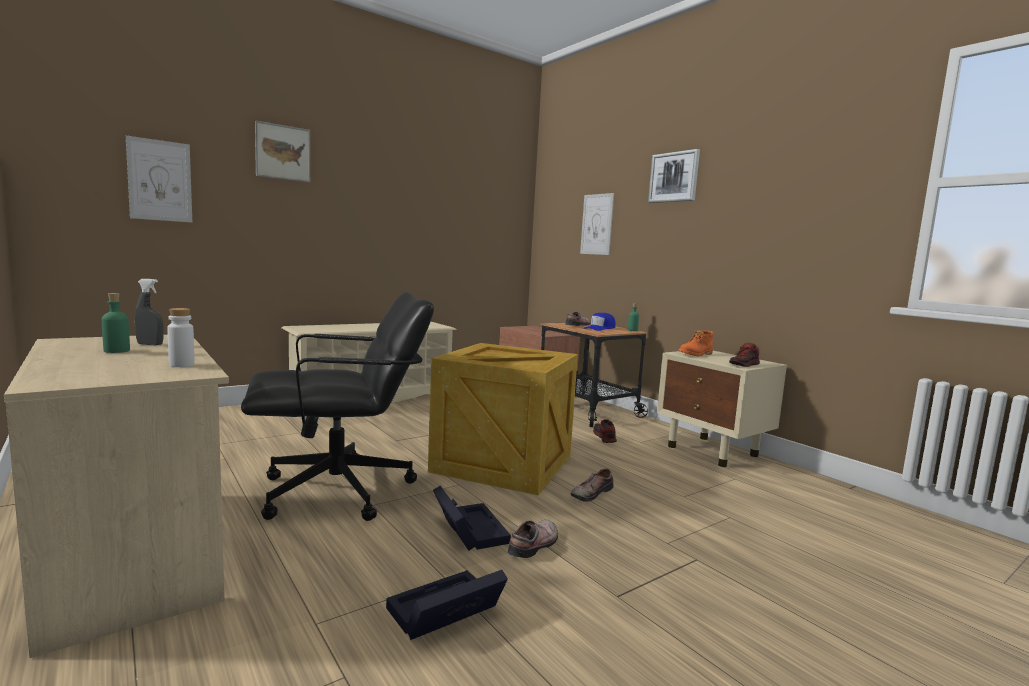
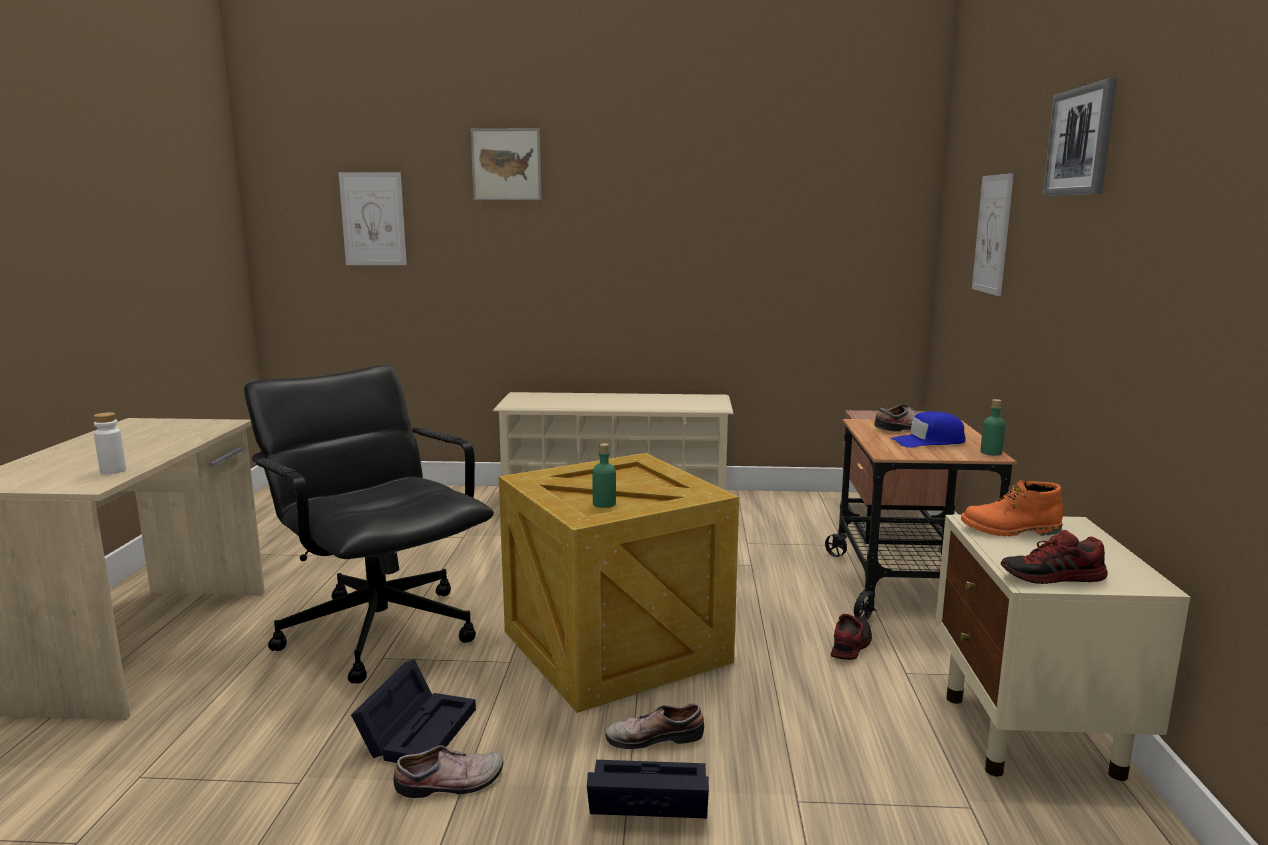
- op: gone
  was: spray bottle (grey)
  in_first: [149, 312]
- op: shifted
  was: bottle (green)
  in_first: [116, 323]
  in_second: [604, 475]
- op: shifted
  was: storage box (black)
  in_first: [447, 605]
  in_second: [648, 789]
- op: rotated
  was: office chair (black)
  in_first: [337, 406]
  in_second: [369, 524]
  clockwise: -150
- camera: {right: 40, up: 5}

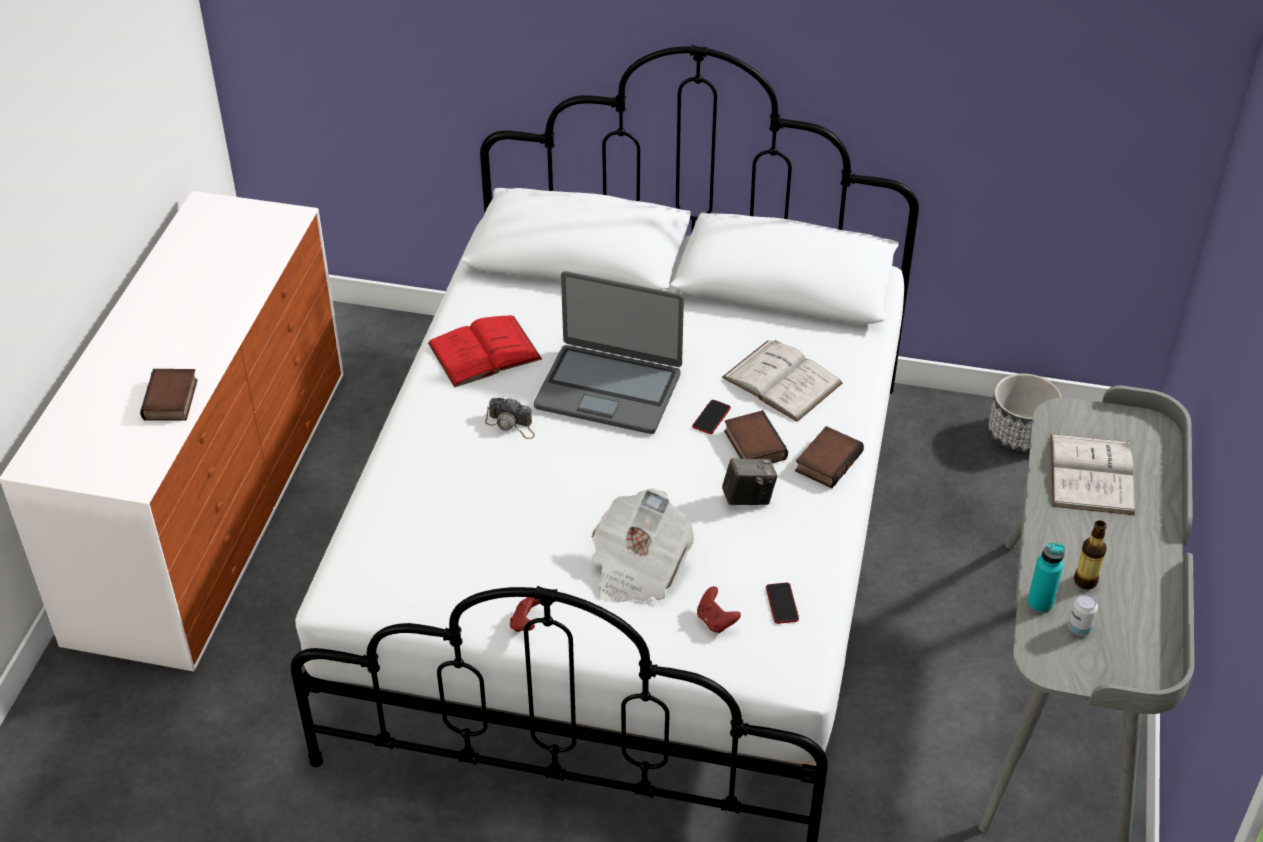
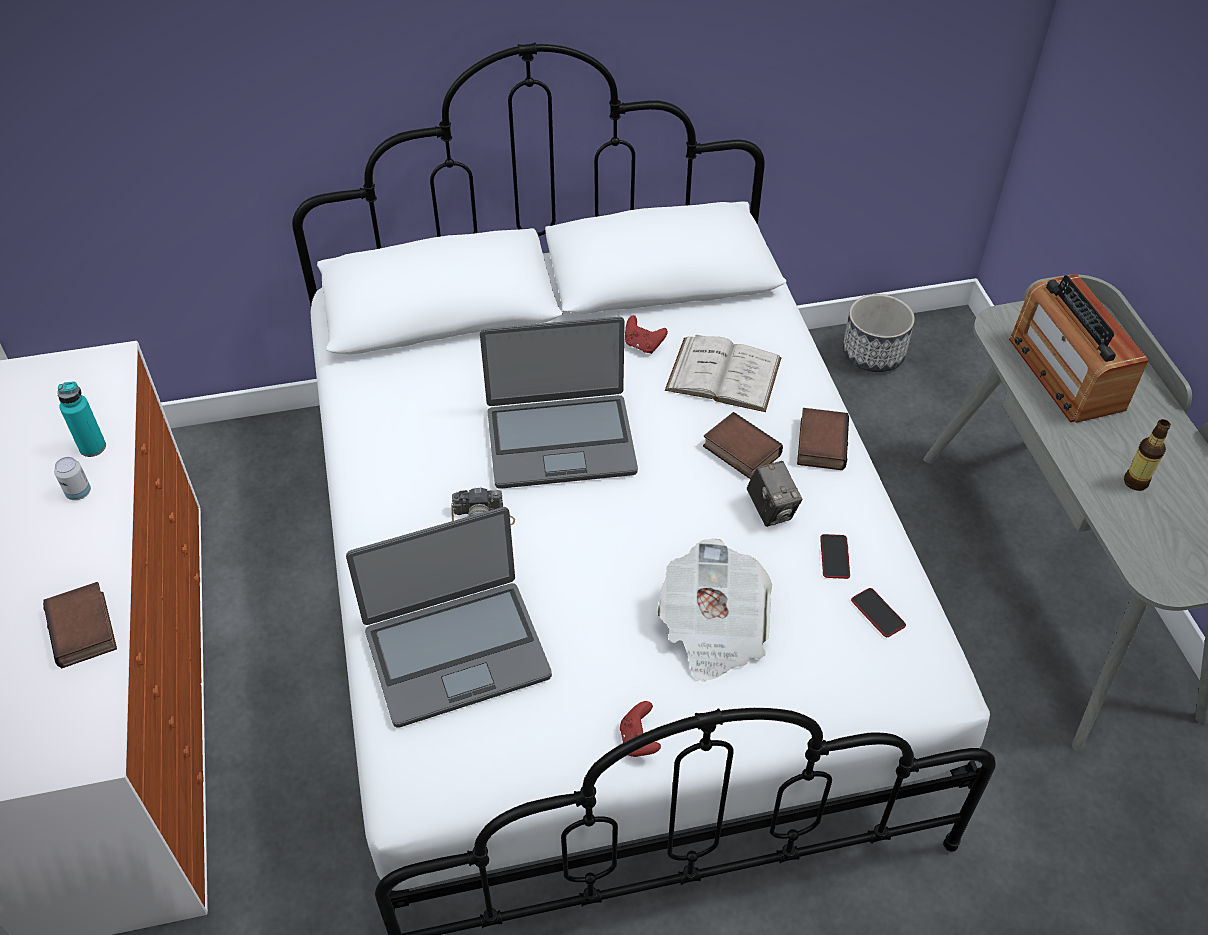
- op: gone
  was: book (red)
  in_first: [485, 351]
- op: new
  now: laptop
  in_second: [449, 617]
- op: shifted
  was: phone
  in_first: [711, 417]
  in_second: [835, 556]
- op: shifted
  was: game controller (red)
  in_first: [719, 609]
  in_second: [646, 334]
- op: shifted
  was: bottle (turquoise)
  in_first: [1046, 578]
  in_second: [81, 419]
- op: shifted
  was: can
  in_first: [1083, 615]
  in_second: [72, 478]
- op: swapped
  was: book (white)
  now: radio
  in_first: [1092, 474]
  in_second: [1079, 348]
- op: rotated
  was: photo camera
  in_first: [749, 481]
  in_second: [774, 494]
  clockwise: 105
- camera: {right: -25, up: 5}

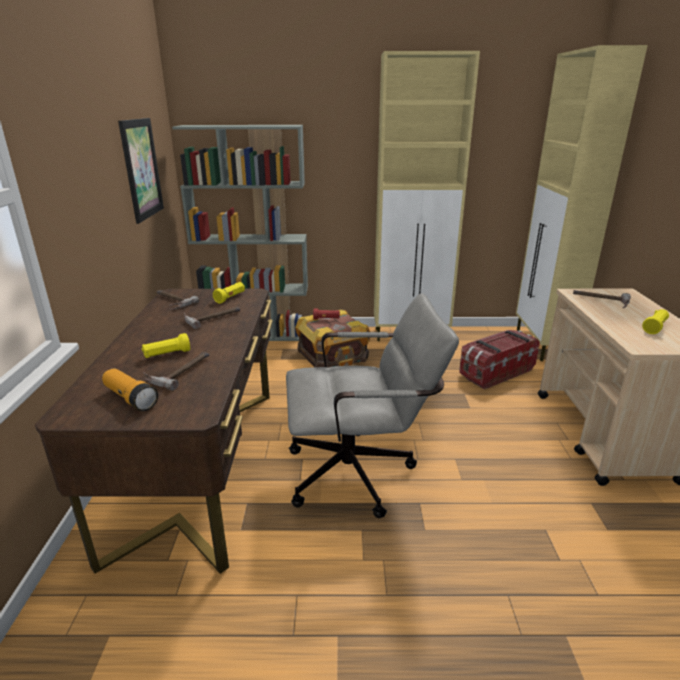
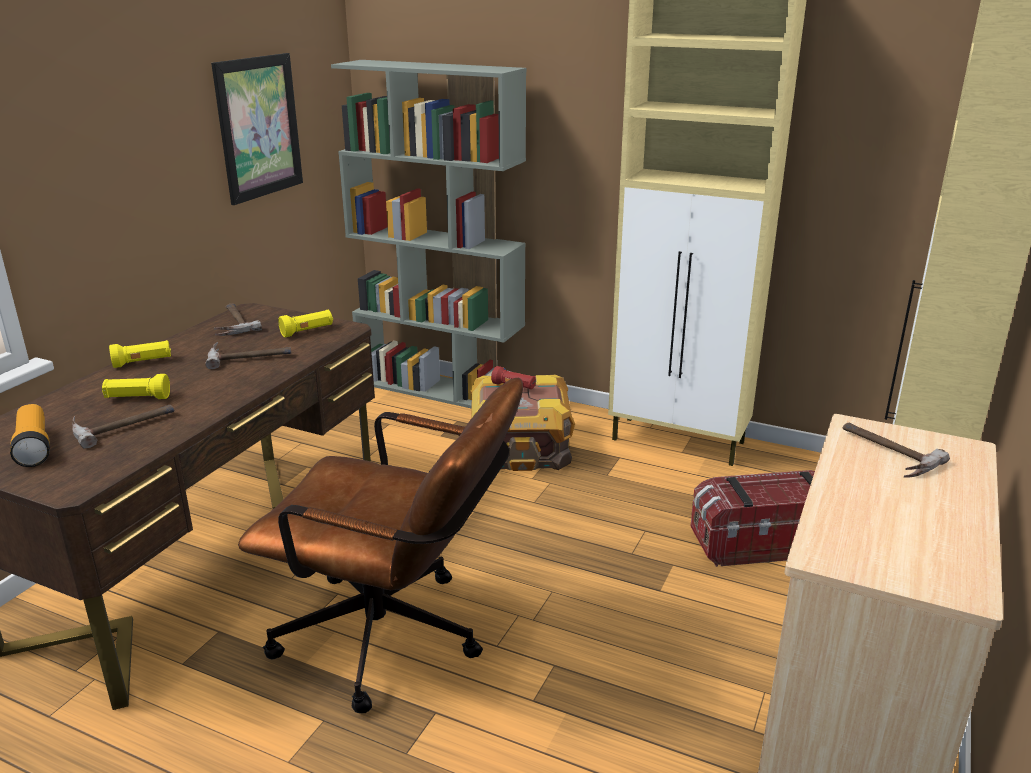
- op: shifted
  was: flashlight (yellow)
  in_first: [655, 321]
  in_second: [140, 354]
- op: repainted
  was: office chair (grey)
  now: office chair (brown)
  in_first: [372, 405]
  in_second: [380, 545]
- camera: {right: 25, up: 0}

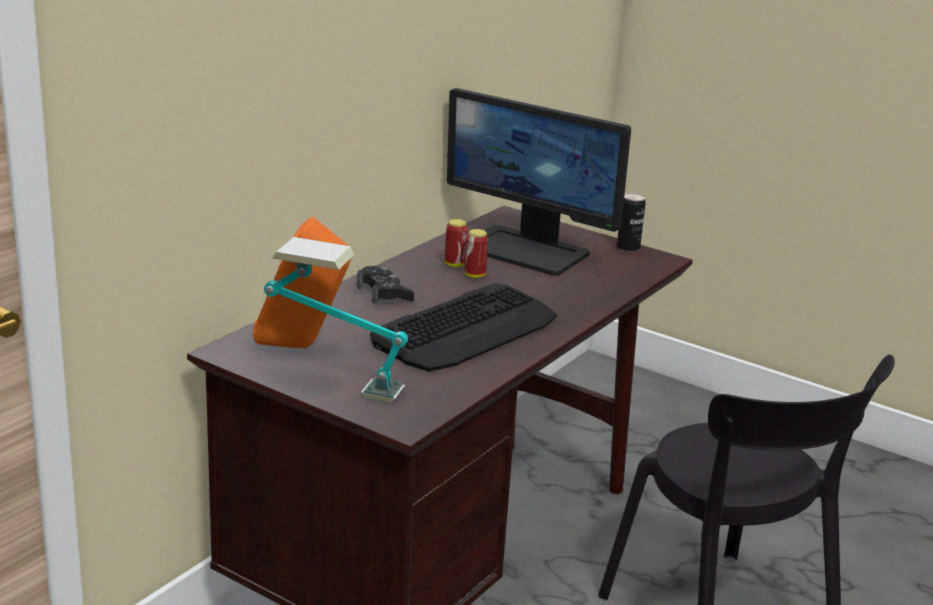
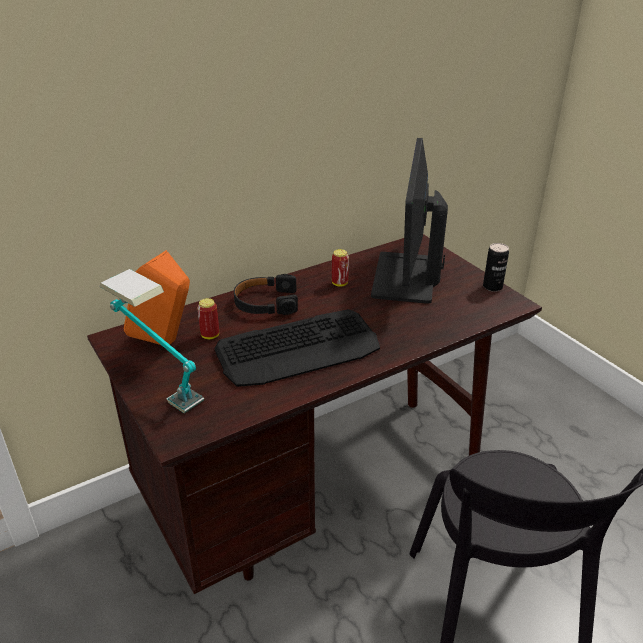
- op: shifted
  was: can
  in_first: [477, 253]
  in_second: [208, 318]
- op: swapped
  was: game controller (black)
  now: headphones (black)
  in_first: [385, 285]
  in_second: [266, 294]
- op: rotated
  was: monitor
  in_first: [539, 182]
  in_second: [409, 221]
  clockwise: 45
- camera: {right: 25, up: 10}

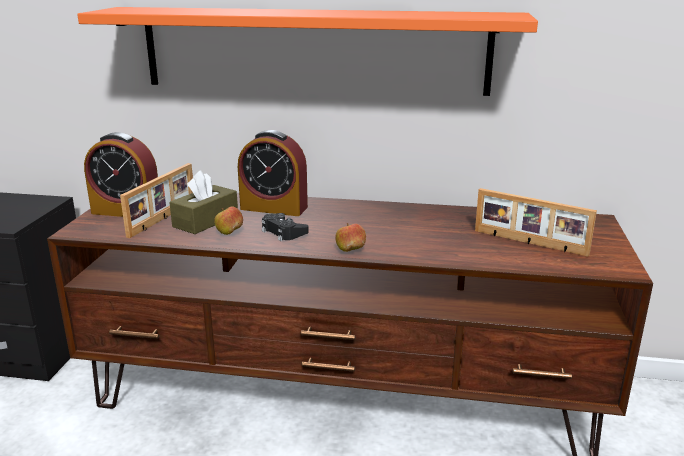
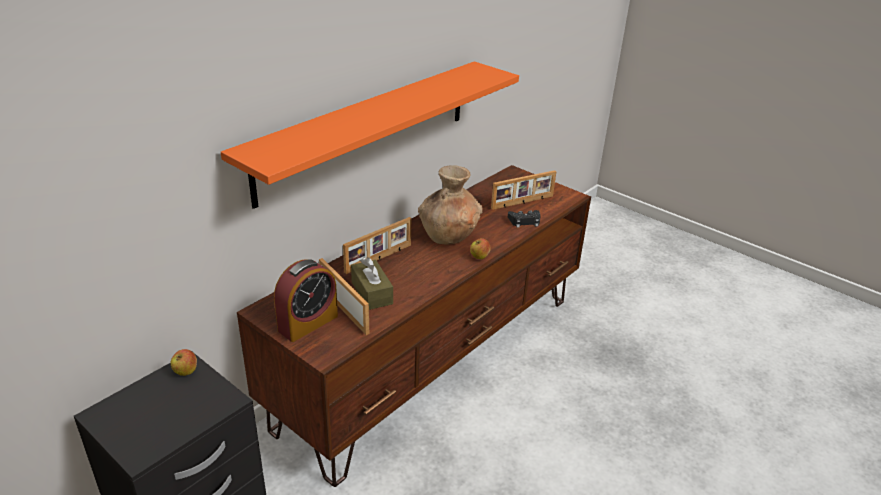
- op: new
  now: vase (brown)
  in_second: [450, 204]
- op: shifted
  was: apple
  in_first: [228, 220]
  in_second: [184, 362]
- op: shifted
  was: game controller (black)
  in_first: [285, 227]
  in_second: [524, 219]
- op: swapped
  was: alarm clock
  now: picture frame
  in_first: [273, 173]
  in_second: [377, 245]
- camera: {right: -60, up: 10}

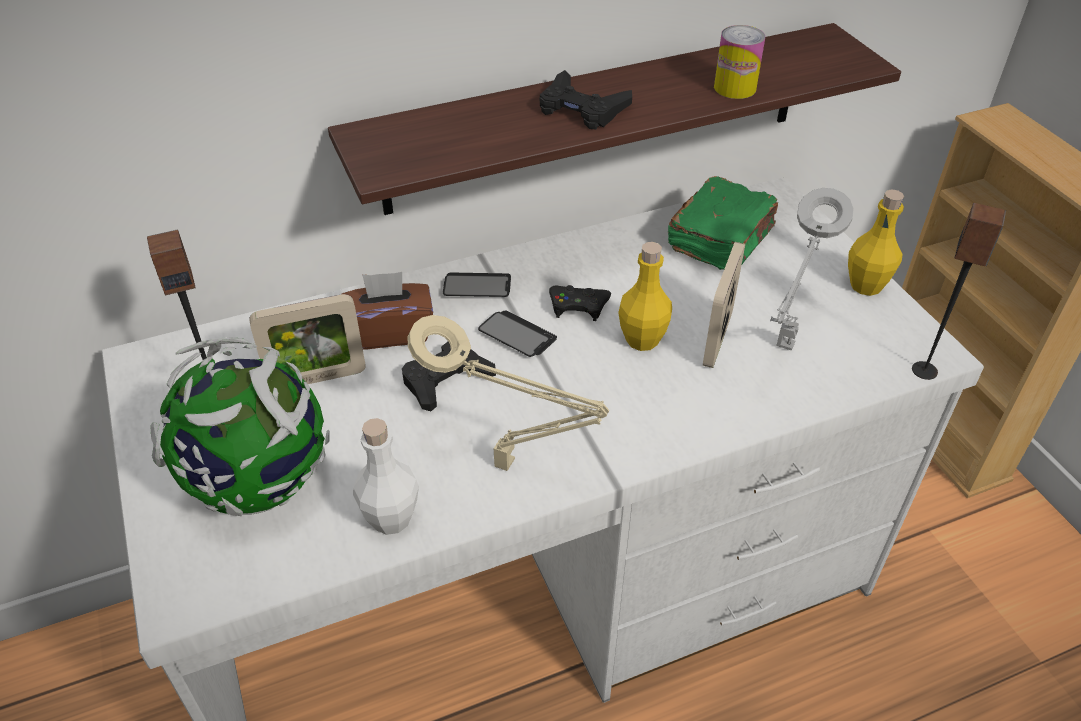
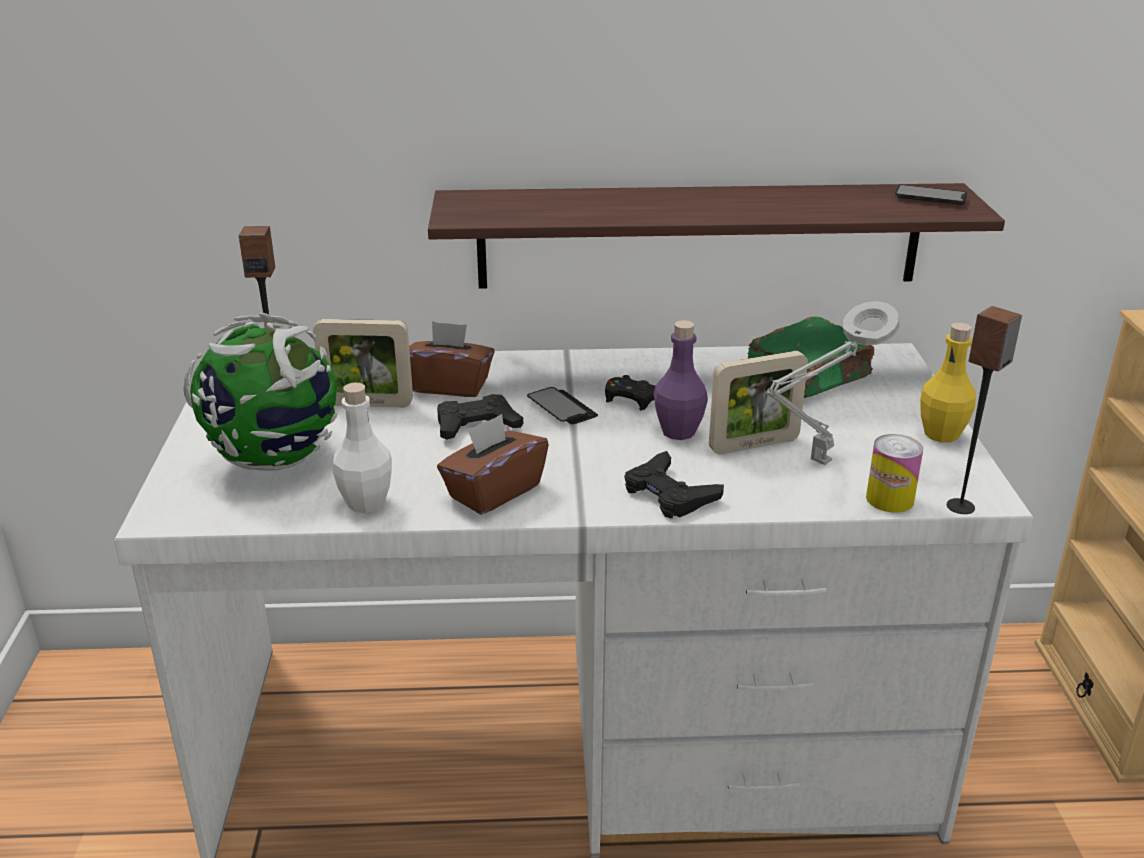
- op: shifted
  was: phone
  in_first: [477, 284]
  in_second: [931, 195]
- op: shifted
  was: game controller (black)
  in_first: [585, 99]
  in_second: [674, 484]
- op: shifted
  was: can
  in_first: [739, 62]
  in_second: [894, 473]
- op: swapped
  was: table lamp (beige)
  now: tissue box (brown)
  in_first: [508, 393]
  in_second: [493, 464]
- op: repainted
  was: bottle (yellow)
  now: bottle (purple)
  in_first: [645, 296]
  in_second: [681, 380]
- op: rotated
  was: picture frame
  in_first: [724, 305]
  in_second: [758, 402]
  clockwise: -150
- camera: {right: 20, up: -15}

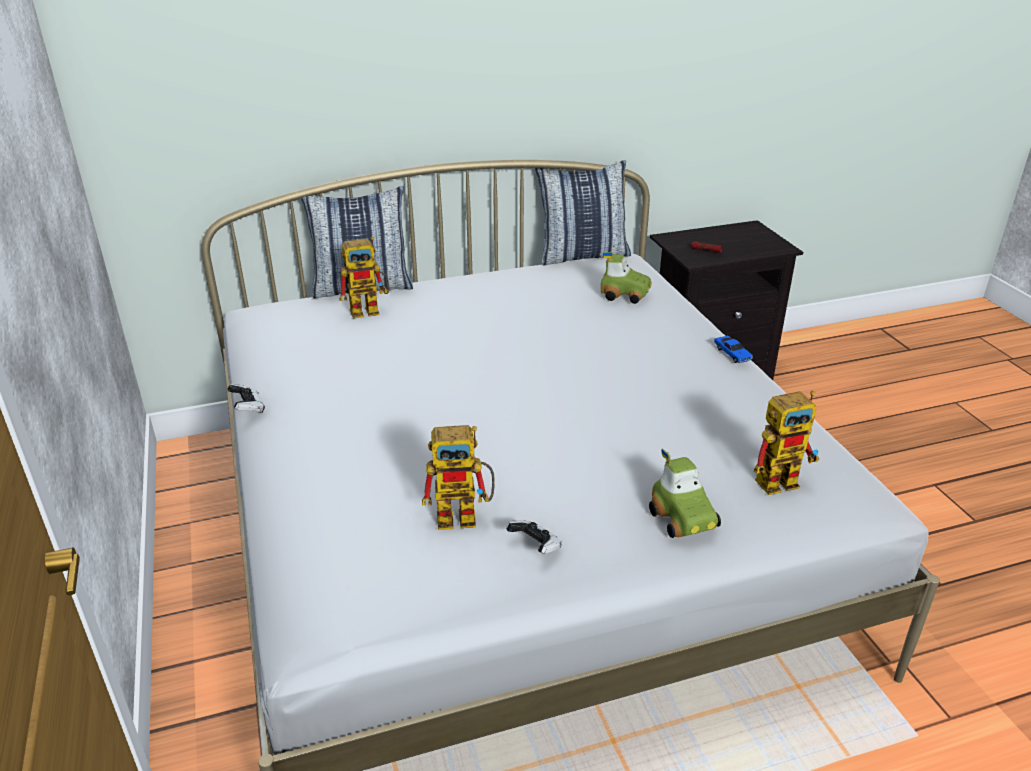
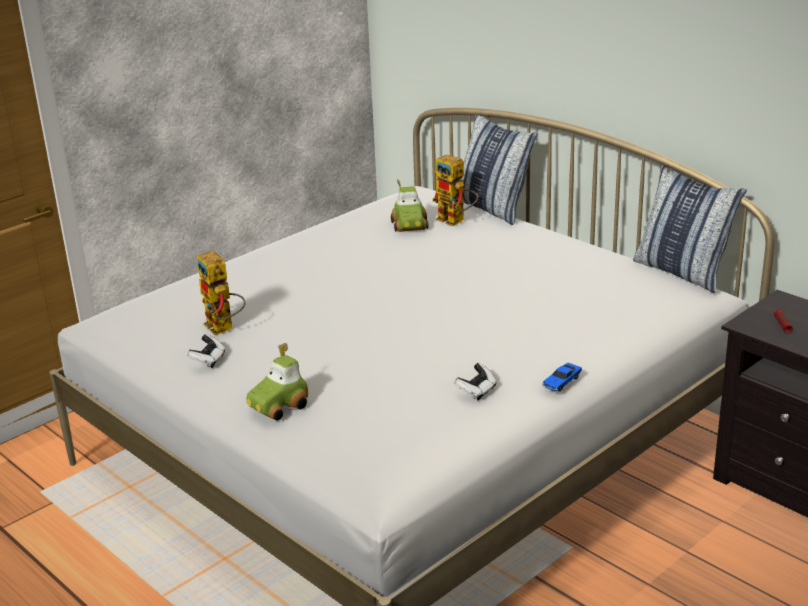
- op: gone
  was: toy robot
  in_first: [787, 443]
- op: shifted
  was: game controller
  in_first: [246, 398]
  in_second: [475, 381]
- op: shifted
  was: toy car
  in_first: [626, 278]
  in_second: [410, 205]
- camera: {right: 65, up: -5}

